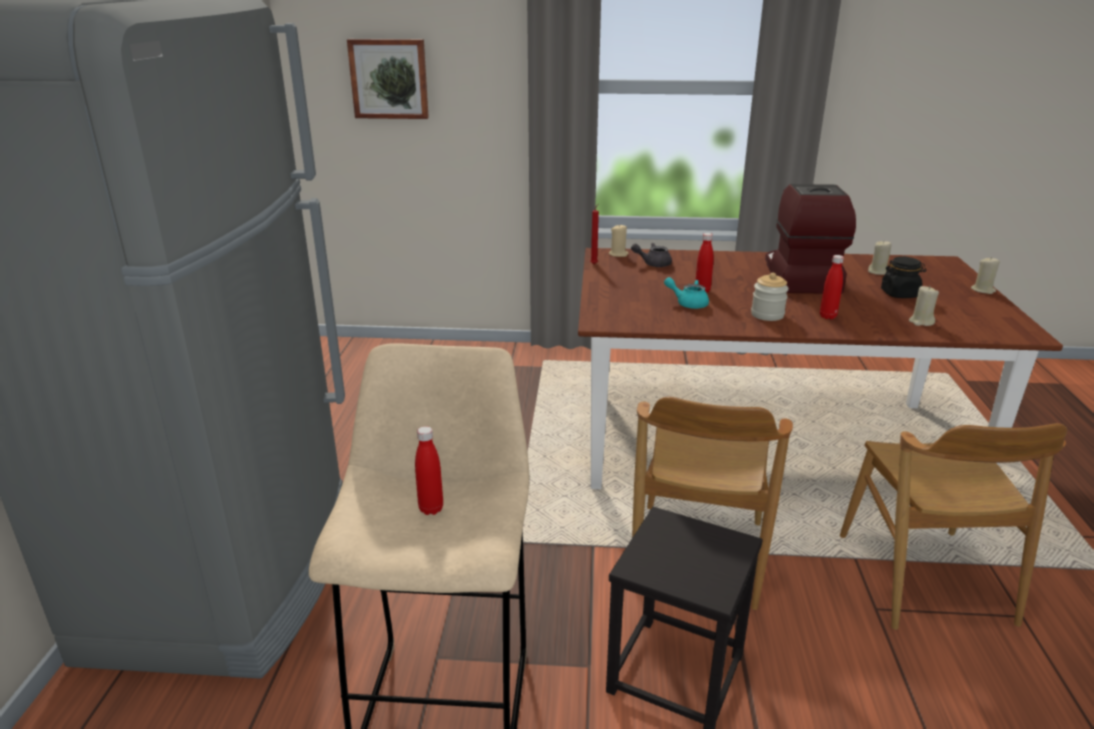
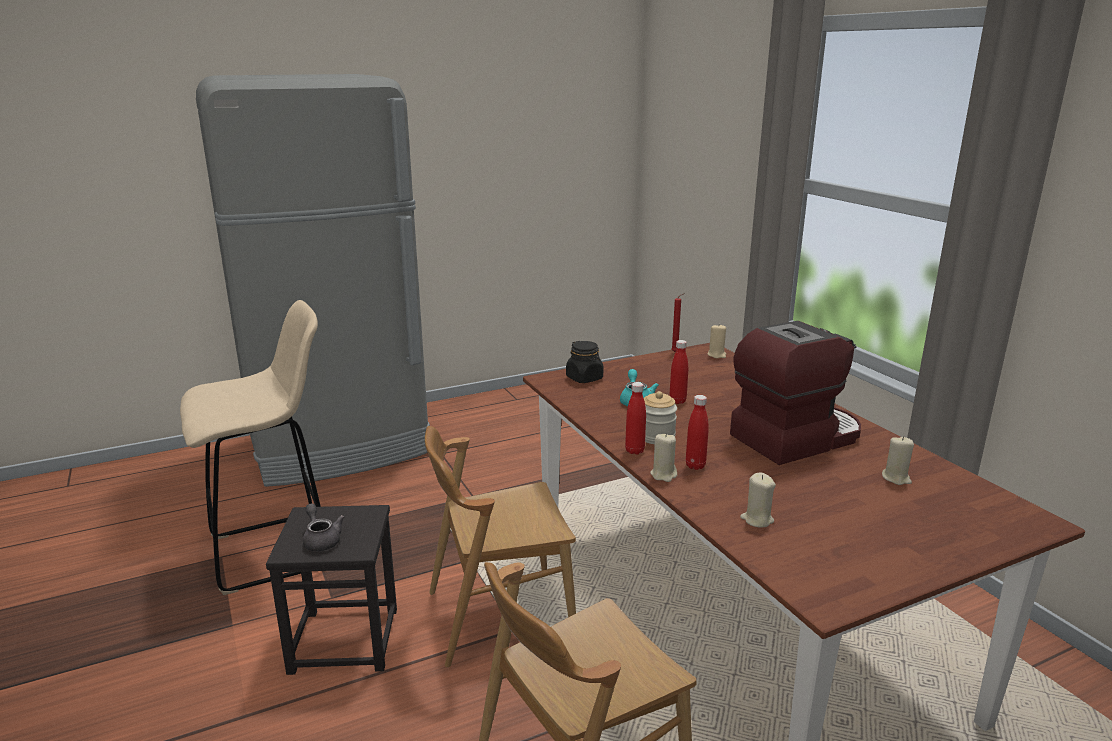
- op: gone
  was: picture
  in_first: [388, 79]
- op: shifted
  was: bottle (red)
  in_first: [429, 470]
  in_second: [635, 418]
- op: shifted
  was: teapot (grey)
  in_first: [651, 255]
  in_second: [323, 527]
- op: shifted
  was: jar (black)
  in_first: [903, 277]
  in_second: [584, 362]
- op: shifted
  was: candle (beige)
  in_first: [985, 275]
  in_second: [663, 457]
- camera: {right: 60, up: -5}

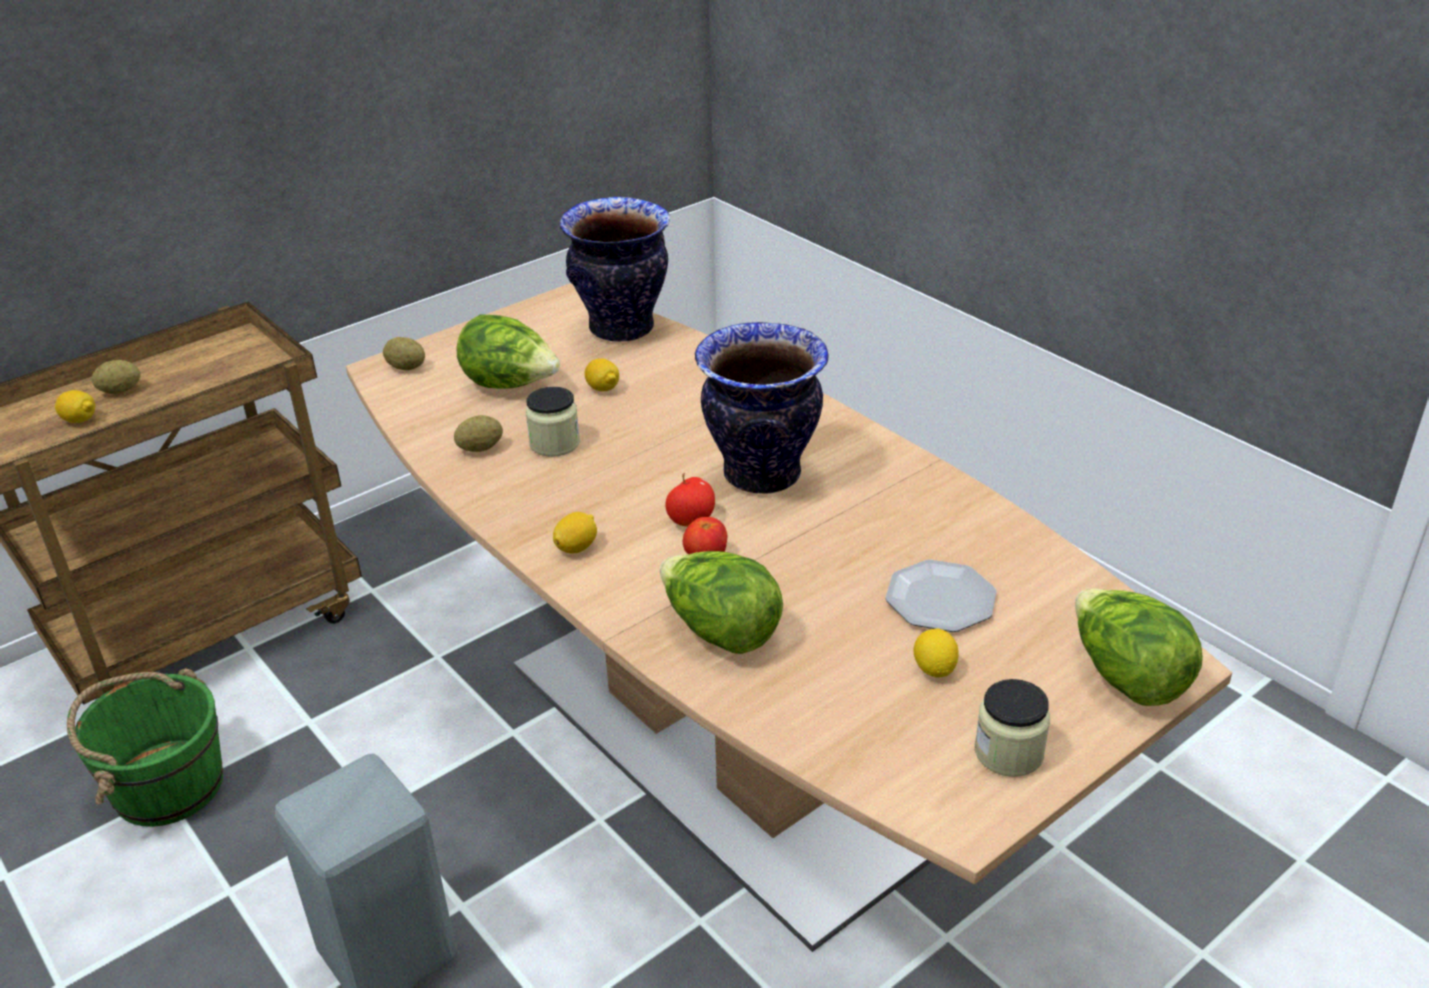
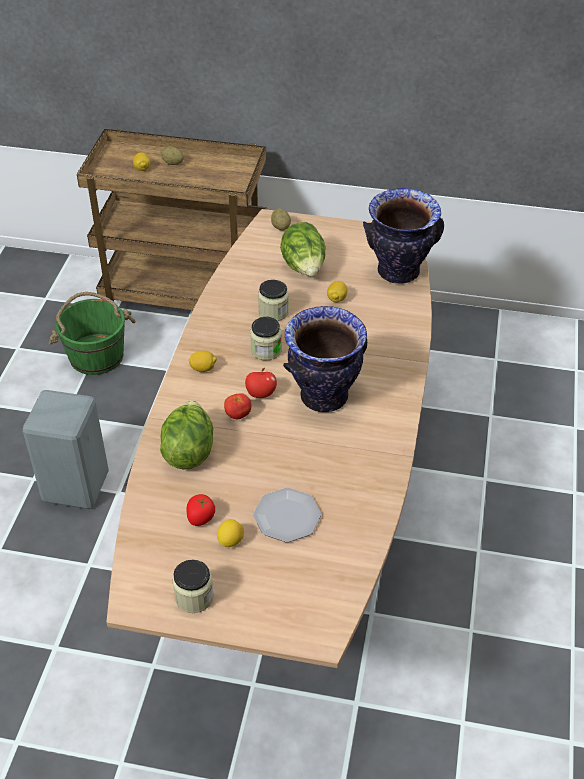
- op: gone
  was: potato
  in_first: [478, 433]
- op: gone
  was: lettuce
  in_first: [1139, 647]
- op: new
  now: tomato
  in_second: [200, 510]
- op: new
  now: jar
  in_second: [266, 338]
- camera: {right: 50, up: 10}

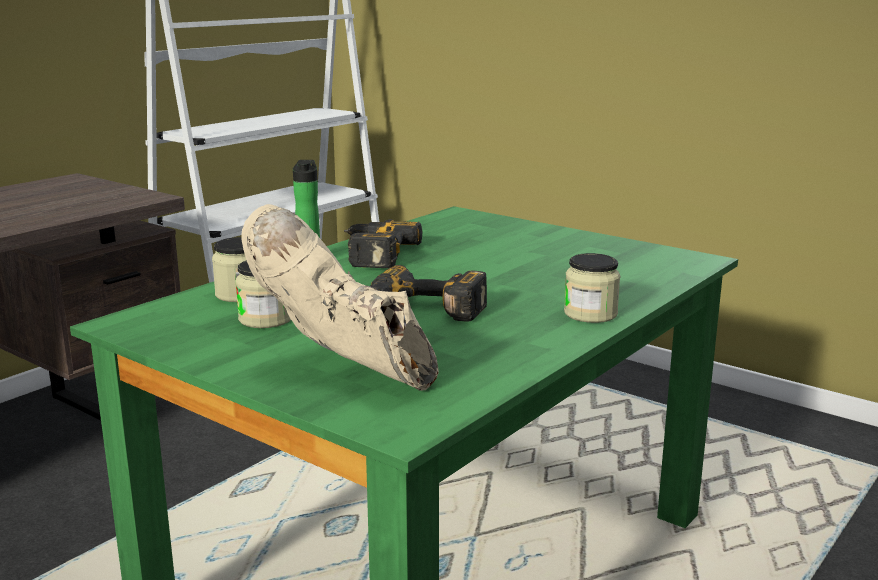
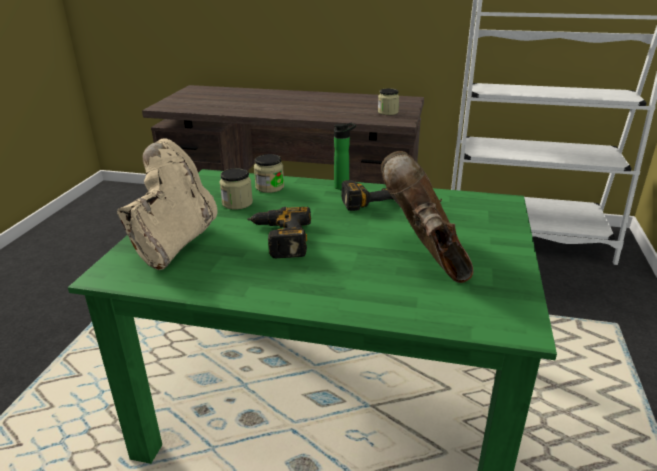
- op: new
  now: boot (brown)
  in_second: [427, 217]
- op: shifted
  was: jar
  in_first: [592, 288]
  in_second: [388, 101]
- camera: {right: 65, up: 10}

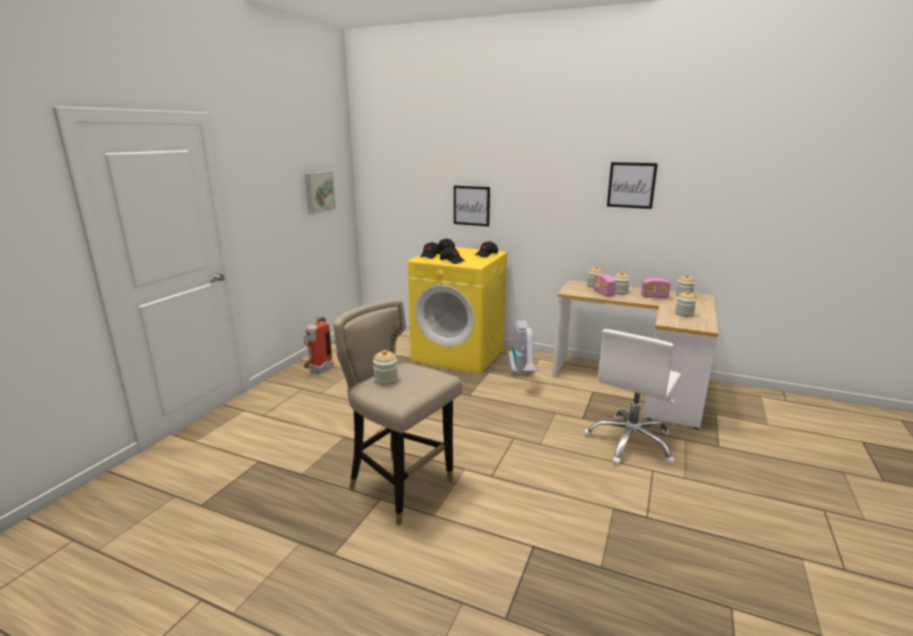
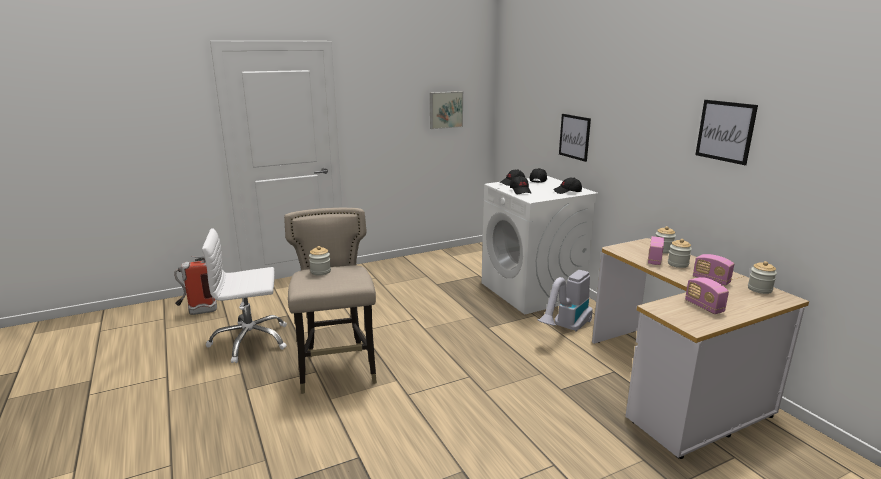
- op: shifted
  was: fire extinguisher
  in_first: [318, 345]
  in_second: [195, 285]
- op: shifted
  was: office chair (white)
  in_first: [632, 397]
  in_second: [244, 295]
- op: swapped
  was: jar
  now: radio
  in_first: [686, 304]
  in_second: [707, 295]
- op: repainted
  was: washing machine (yellow)
  now: washing machine (white)
  in_first: [458, 310]
  in_second: [539, 245]
- camera: {right: 40, up: 0}

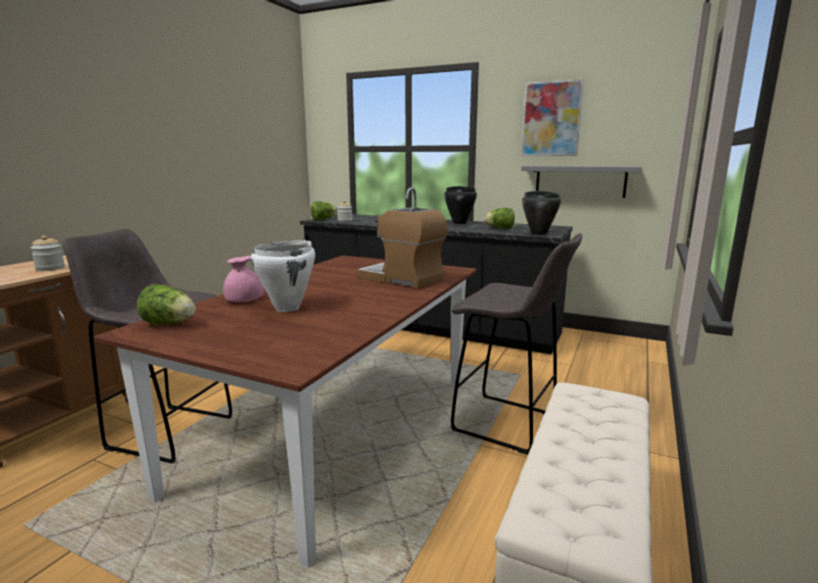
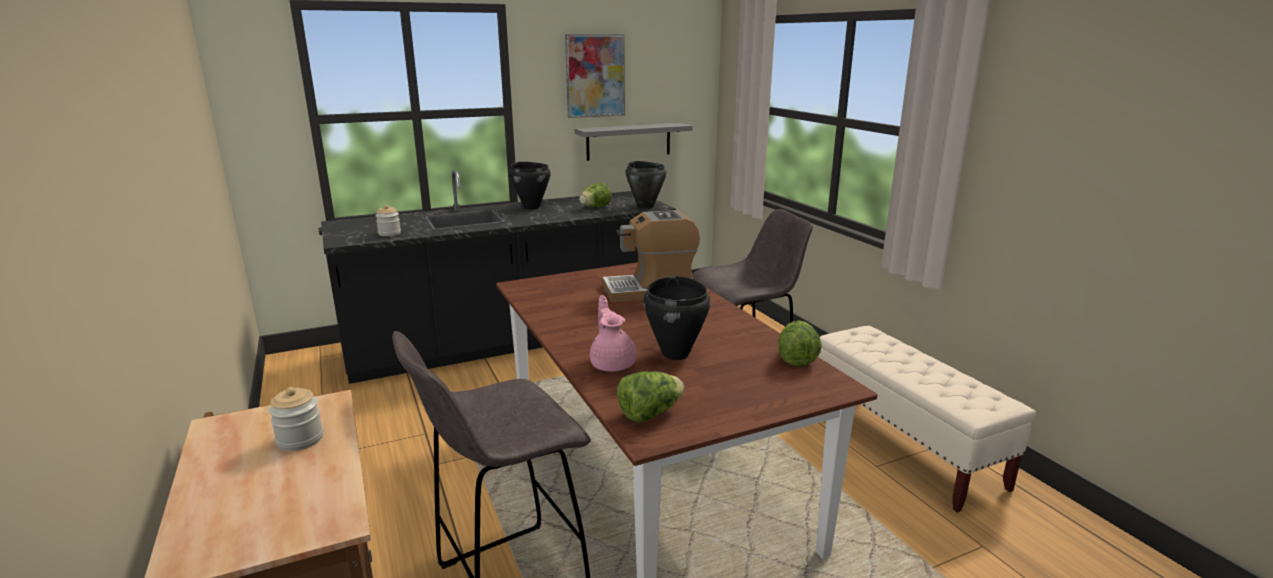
- op: shifted
  was: lettuce
  in_first: [324, 210]
  in_second: [800, 344]
- op: repainted
  was: cooking pot (white)
  now: cooking pot (black)
  in_first: [283, 276]
  in_second: [676, 318]
- camera: {right: -50, up: 5}

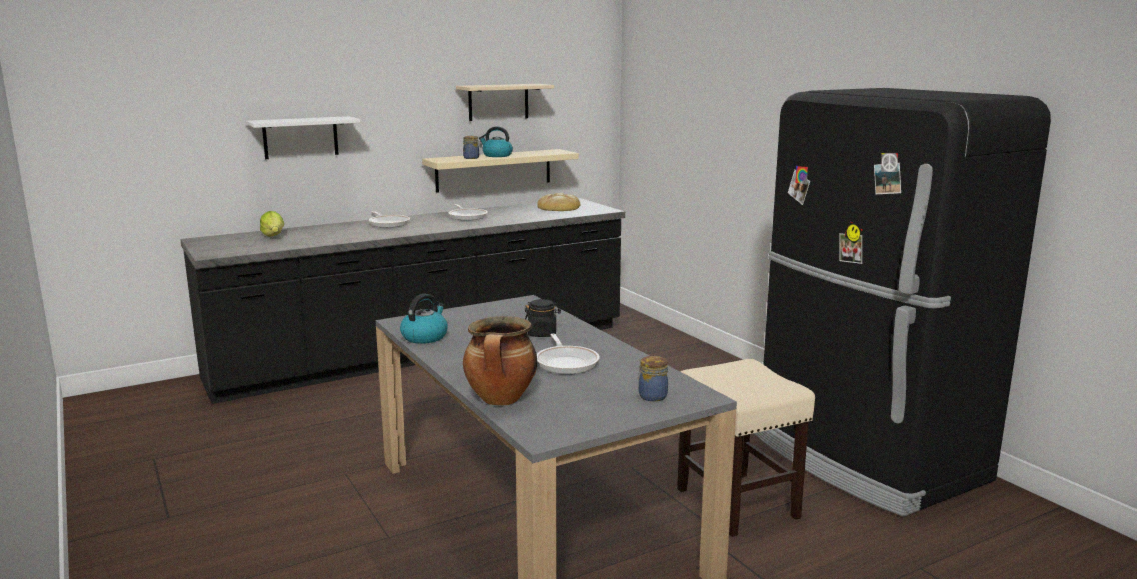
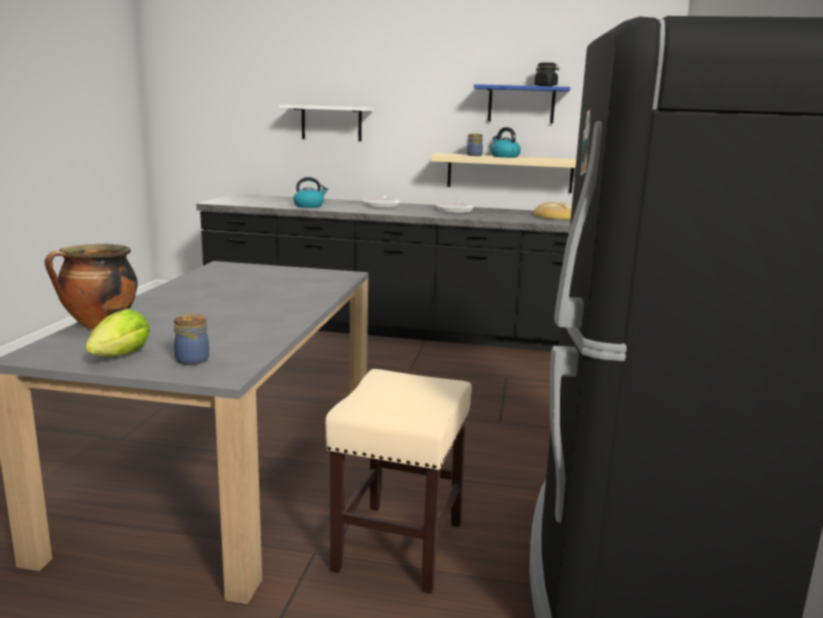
- op: gone
  was: frying pan
  in_first: [568, 354]
- op: shifted
  was: lettuce
  in_first: [272, 224]
  in_second: [117, 332]
- op: shifted
  was: kettle
  in_first: [424, 319]
  in_second: [310, 192]
- op: shifted
  was: jar (black)
  in_first: [543, 318]
  in_second: [546, 74]
- op: repainted
  was: shelf (beige)
  now: shelf (blue)
  in_first: [505, 102]
  in_second: [522, 104]
- camera: {right: 40, up: 0}

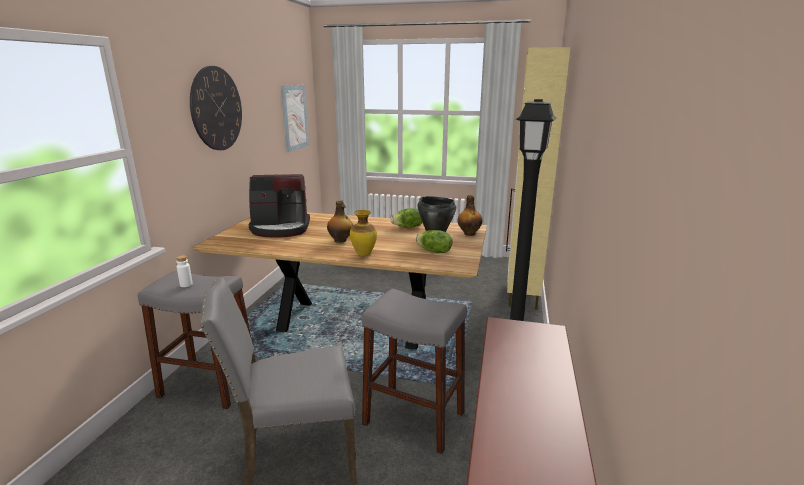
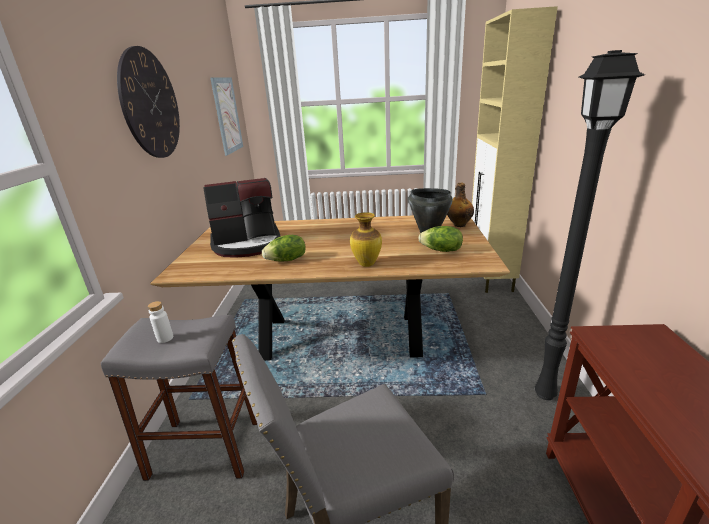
- op: gone
  was: bottle
  in_first: [340, 221]
- op: gone
  was: stool (grey)
  in_first: [414, 371]
- op: shifted
  was: lettuce
  in_first: [407, 218]
  in_second: [284, 248]
- camera: {right: -10, up: 5}

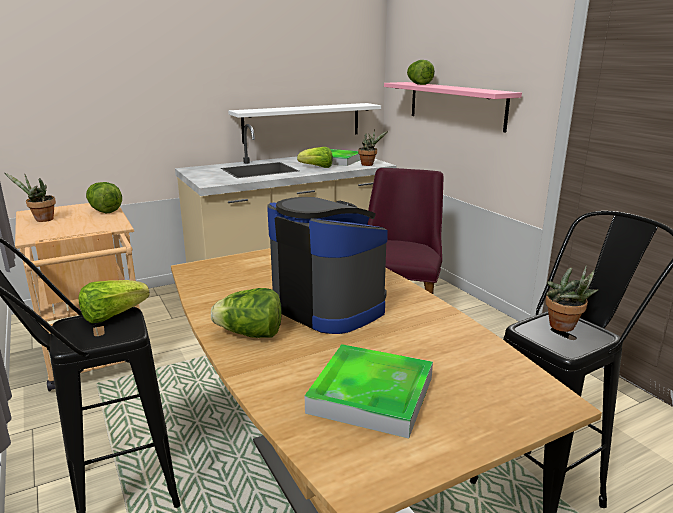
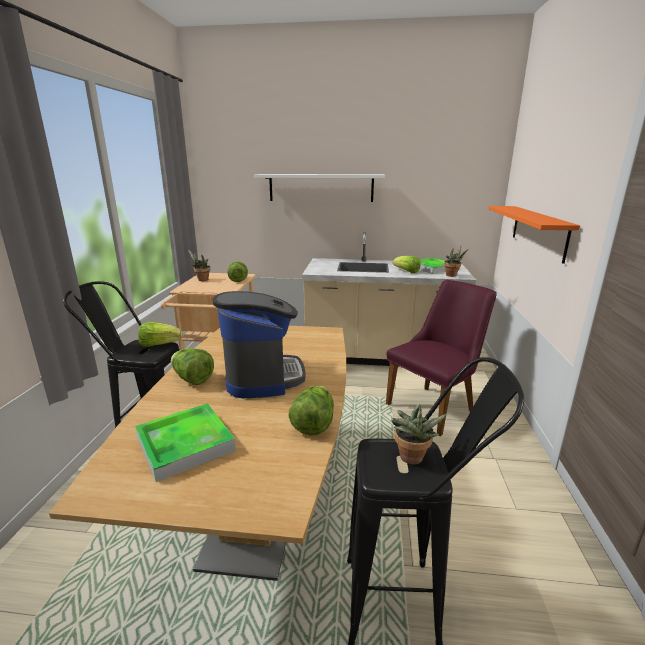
- op: shifted
  was: shelf (white)
  in_first: [304, 123]
  in_second: [319, 188]
- op: shifted
  was: lettuce
  in_first: [421, 72]
  in_second: [311, 411]
- op: repainted
  was: shelf (pink)
  now: shelf (orange)
  in_first: [453, 107]
  in_second: [534, 235]
- camera: {right: 35, up: 0}

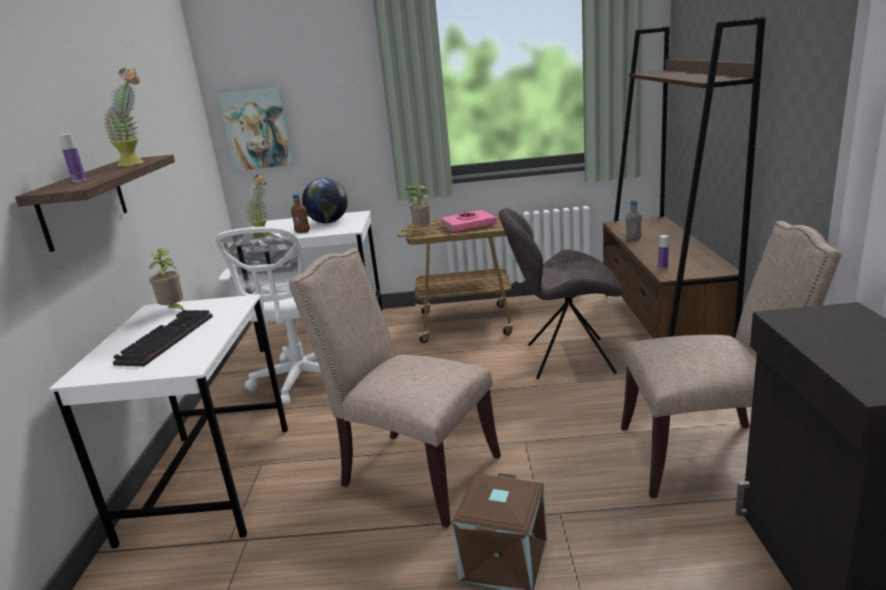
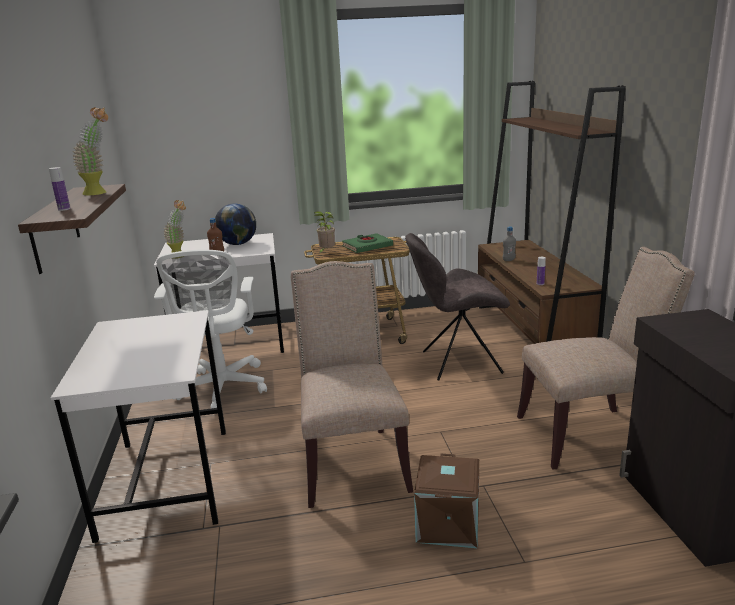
- op: gone
  was: keyboard
  in_first: [163, 338]
- op: gone
  was: potted plant
  in_first: [166, 279]
- op: gone
  was: picture
  in_first: [256, 129]
- op: repainted
  was: book (pink)
  now: book (green)
  in_first: [468, 221]
  in_second: [367, 243]
- op: rotated
  was: chair (beige)
  in_first: [395, 388]
  in_second: [351, 384]
  clockwise: 60
- camera: {right: -10, up: 0}

